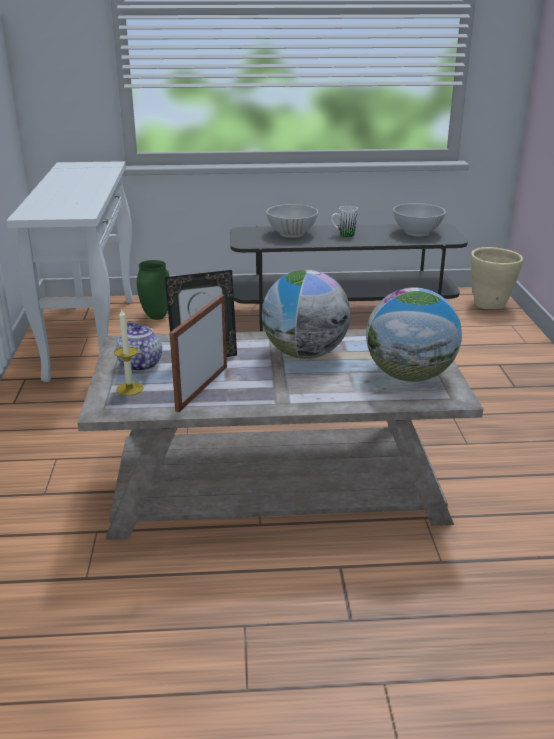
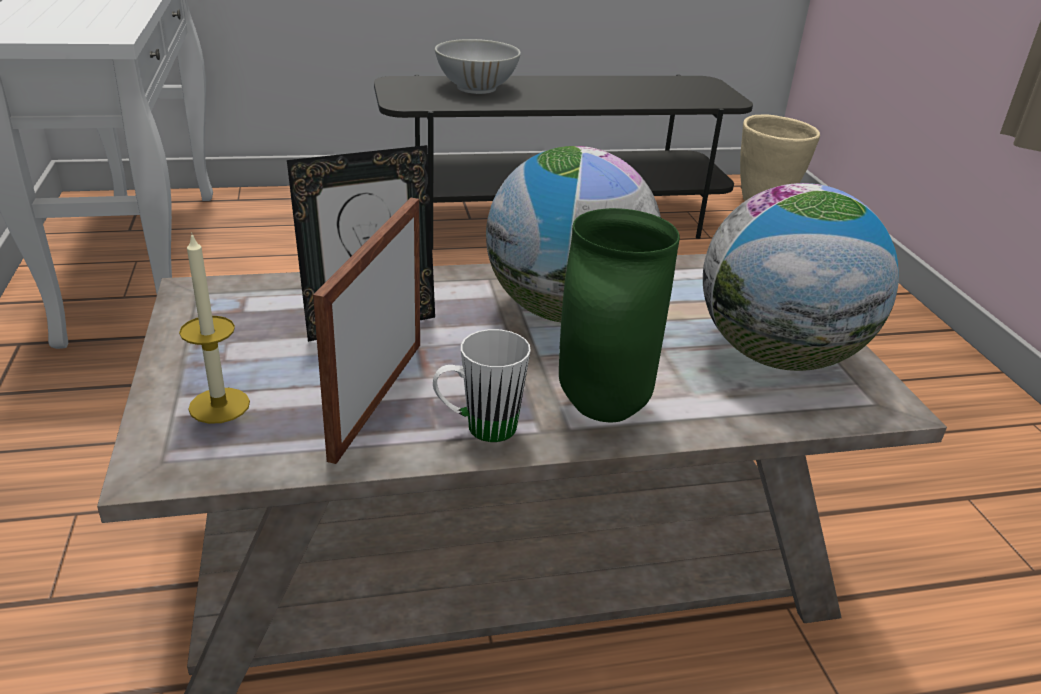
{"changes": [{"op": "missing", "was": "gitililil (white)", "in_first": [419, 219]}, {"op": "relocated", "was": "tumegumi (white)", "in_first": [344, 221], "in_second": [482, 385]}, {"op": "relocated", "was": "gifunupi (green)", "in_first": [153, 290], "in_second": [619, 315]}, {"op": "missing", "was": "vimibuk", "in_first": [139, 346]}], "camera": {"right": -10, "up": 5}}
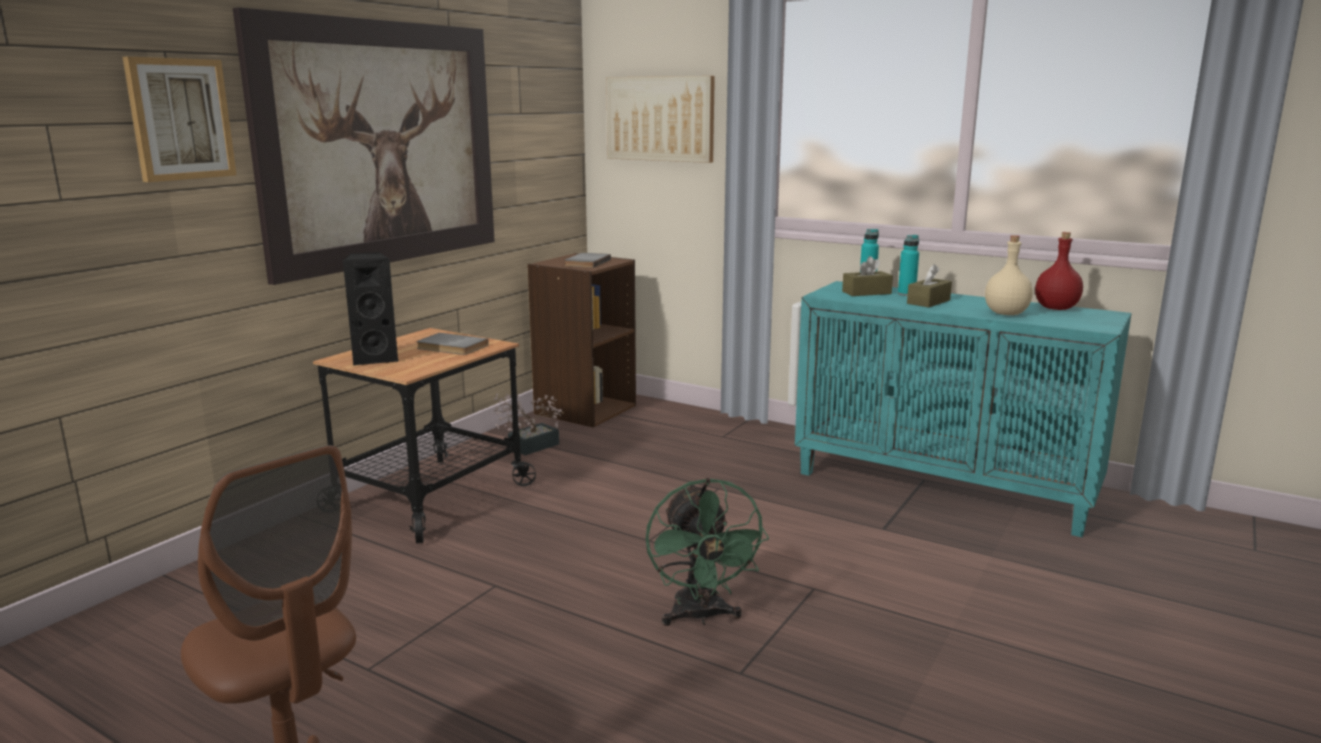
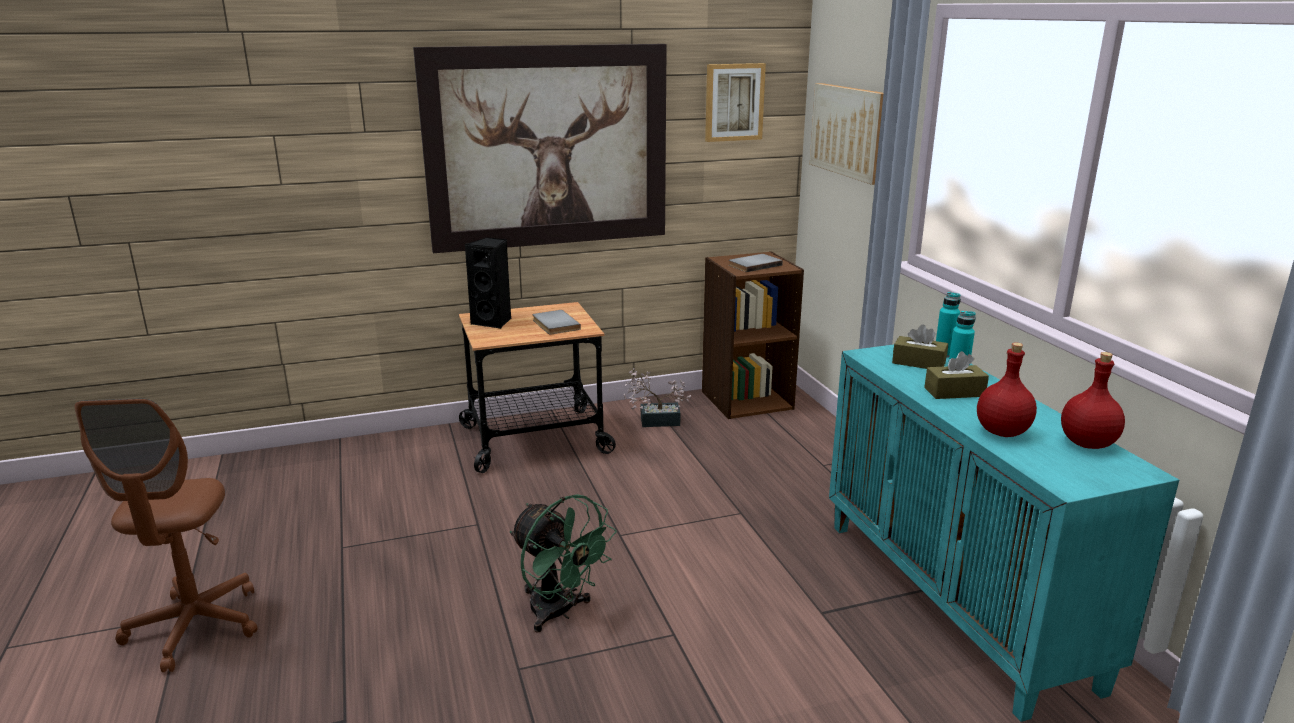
{"changes": [{"op": "relocated", "was": "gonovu", "in_first": [180, 119], "in_second": [735, 102]}, {"op": "colour", "was": "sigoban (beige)", "now": "sigoban (red)", "in_first": [1009, 275], "in_second": [1007, 389]}, {"op": "spun", "was": "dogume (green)", "in_first": [707, 552], "in_second": [563, 563], "clockwise": -75}], "camera": {"right": 40, "up": 5}}
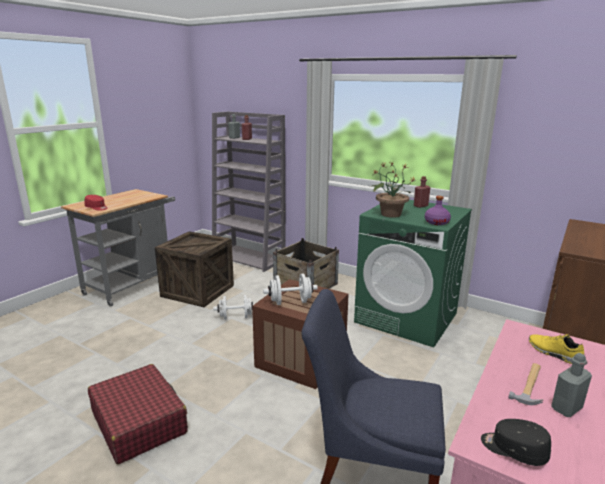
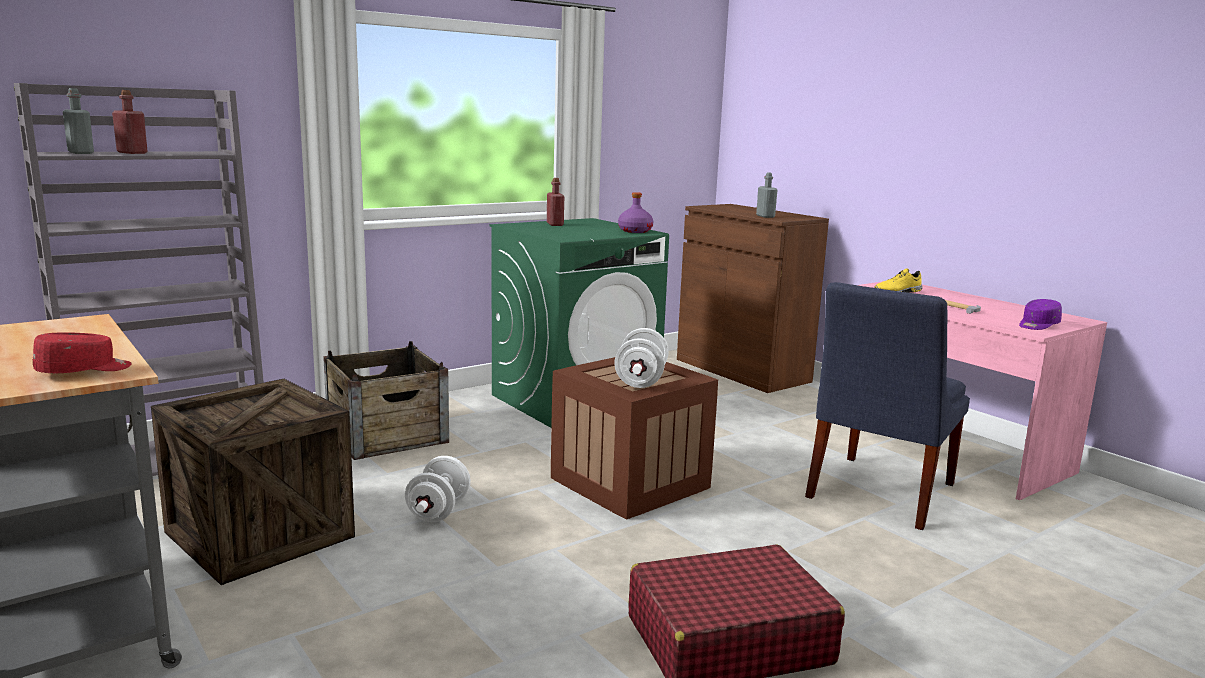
{"changes": [{"op": "missing", "was": "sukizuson", "in_first": [392, 190]}, {"op": "relocated", "was": "sigoban (grey)", "in_first": [571, 385], "in_second": [766, 195]}, {"op": "colour", "was": "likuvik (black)", "now": "likuvik (purple)", "in_first": [516, 442], "in_second": [1040, 314]}], "camera": {"right": -70, "up": -5}}
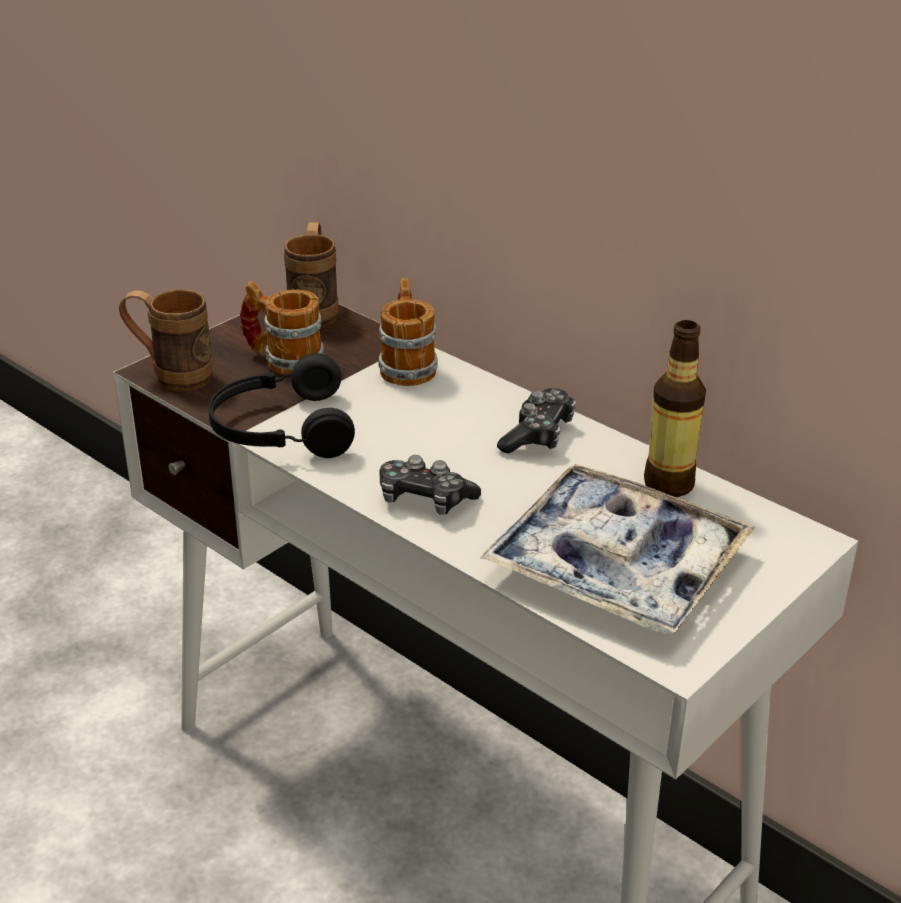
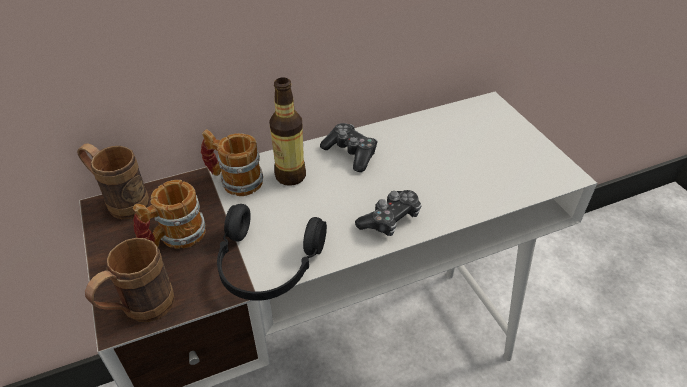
{"changes": [{"op": "relocated", "was": "sigoban", "in_first": [675, 408], "in_second": [287, 131]}, {"op": "missing", "was": "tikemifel", "in_first": [617, 549]}], "camera": {"right": -65, "up": 10}}
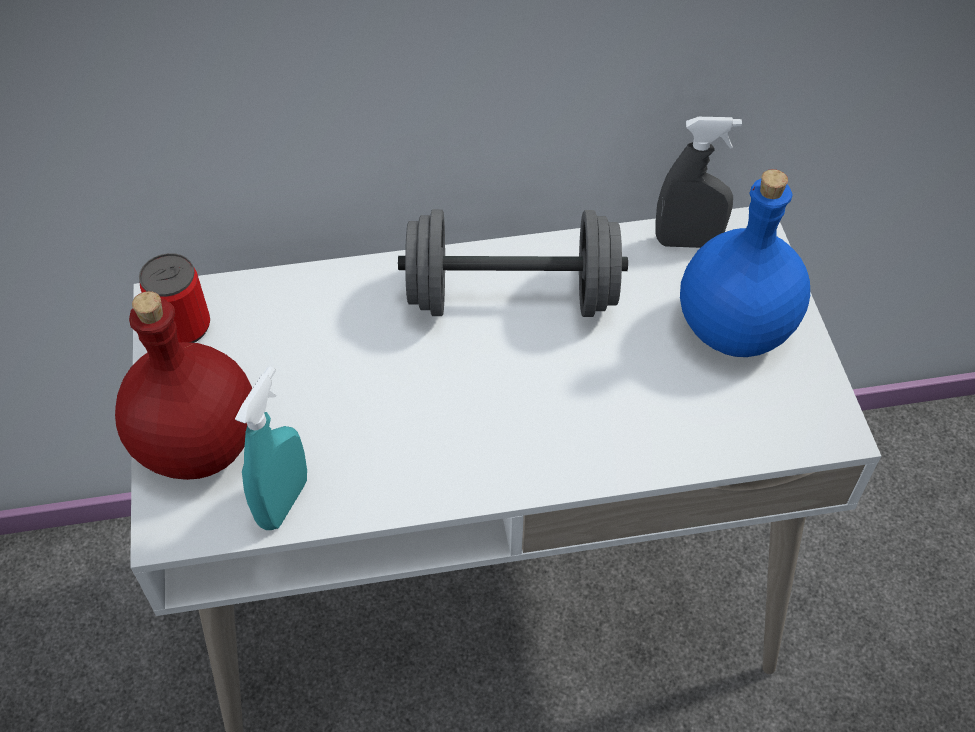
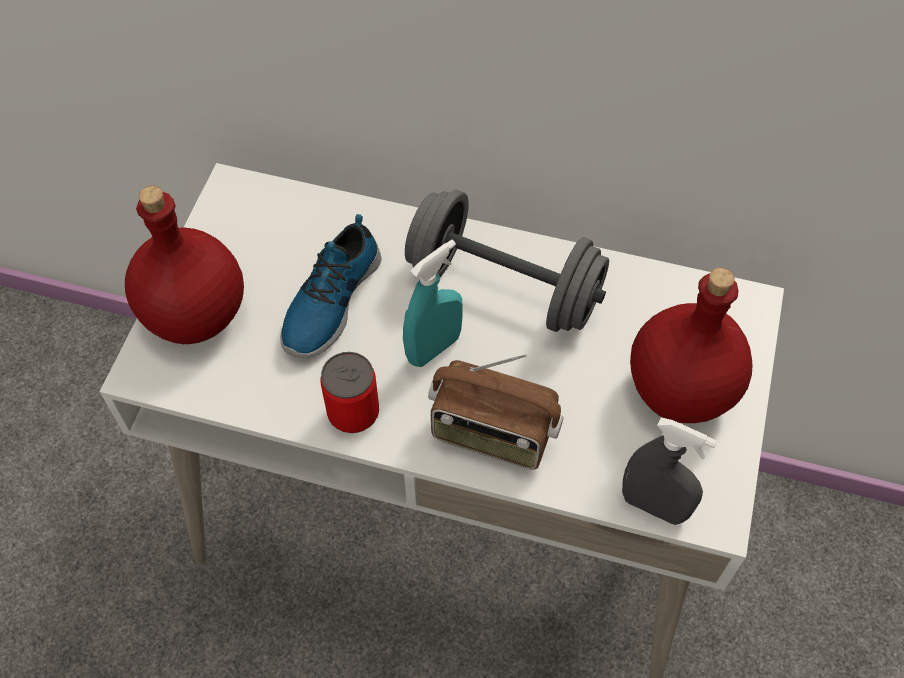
{"changes": [{"op": "relocated", "was": "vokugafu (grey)", "in_first": [698, 182], "in_second": [669, 471]}, {"op": "colour", "was": "sigoban (blue)", "now": "sigoban (red)", "in_first": [745, 263], "in_second": [691, 345]}, {"op": "relocated", "was": "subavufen", "in_first": [174, 298], "in_second": [350, 392]}, {"op": "relocated", "was": "vokugafu (turquoise)", "in_first": [271, 448], "in_second": [433, 303]}, {"op": "appeared", "now": "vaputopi", "in_second": [331, 286]}, {"op": "appeared", "now": "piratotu", "in_second": [495, 412]}], "camera": {"right": 25, "up": 5}}
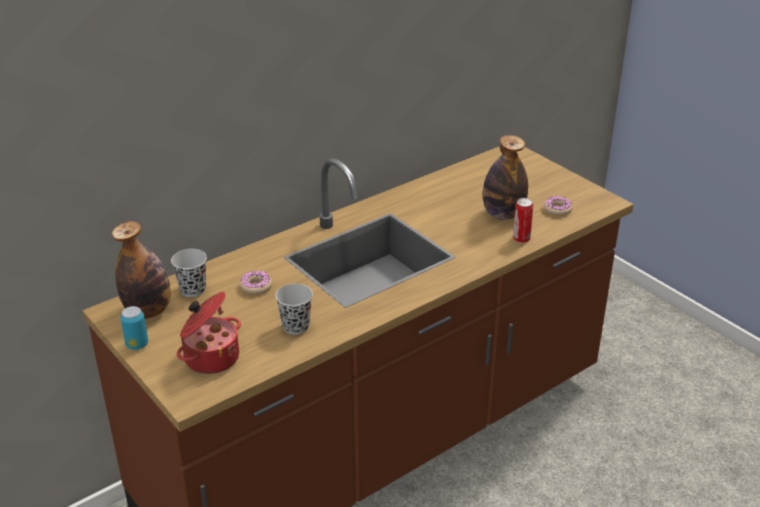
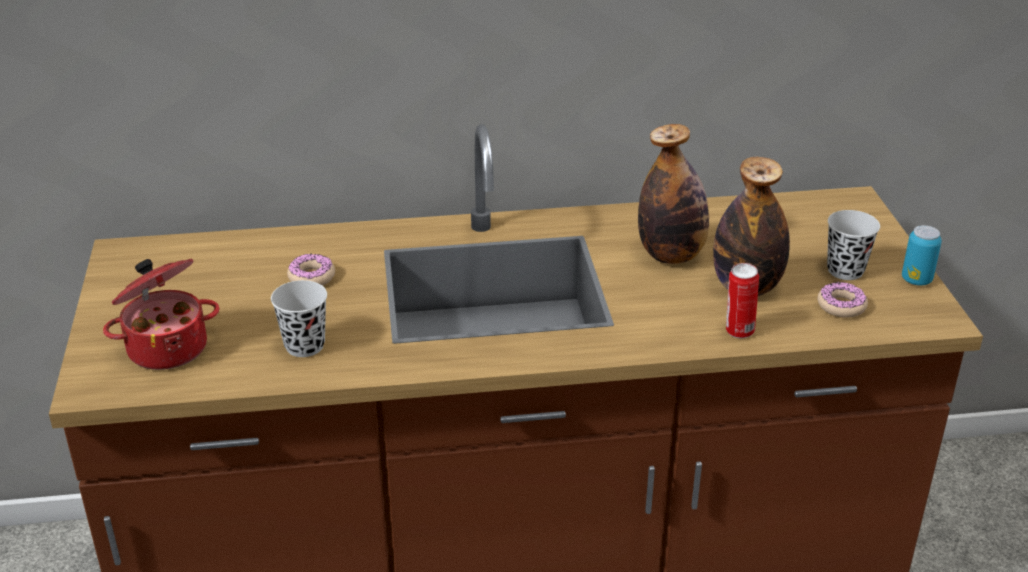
{"changes": [{"op": "relocated", "was": "sigoban", "in_first": [141, 270], "in_second": [673, 194]}, {"op": "relocated", "was": "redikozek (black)", "in_first": [189, 273], "in_second": [853, 245]}, {"op": "relocated", "was": "subavufen", "in_first": [134, 328], "in_second": [922, 255]}], "camera": {"right": 30, "up": 0}}
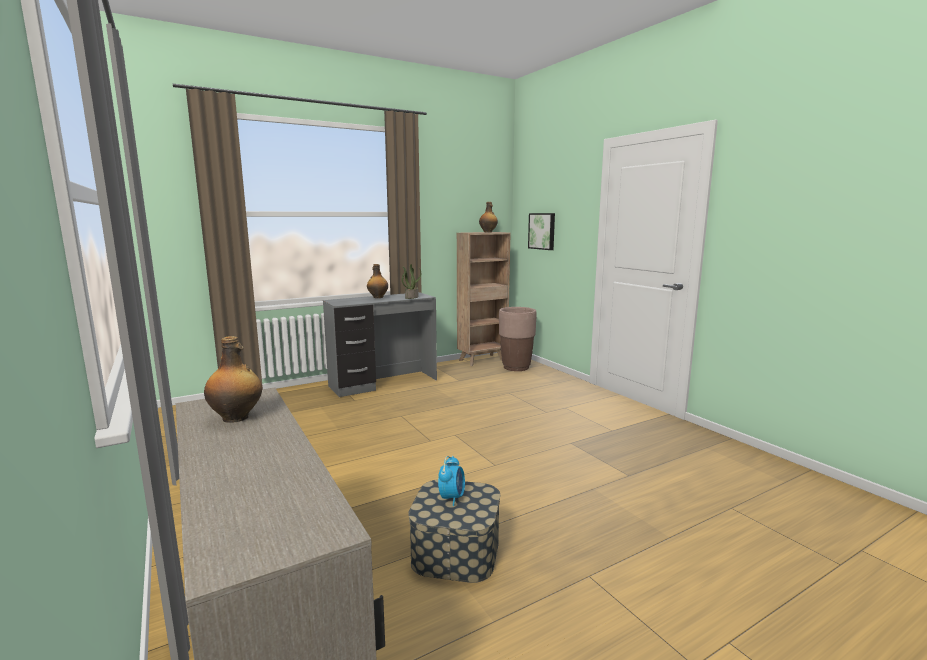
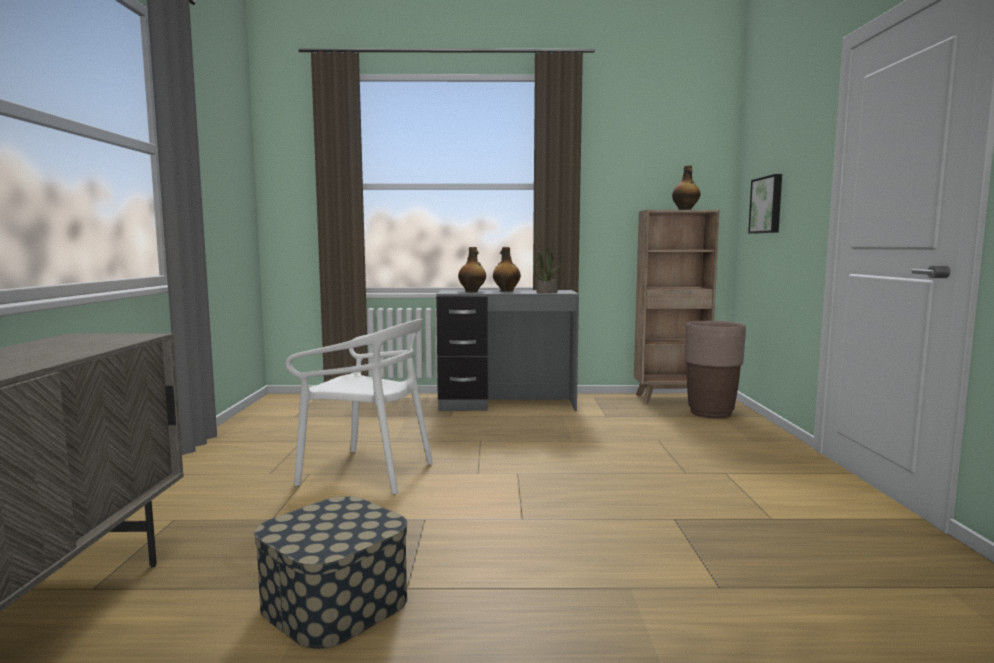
{"changes": [{"op": "relocated", "was": "sigoban", "in_first": [233, 379], "in_second": [472, 269]}, {"op": "missing", "was": "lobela", "in_first": [451, 481]}, {"op": "appeared", "now": "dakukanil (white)", "in_second": [359, 406]}], "camera": {"right": 30, "up": -5}}
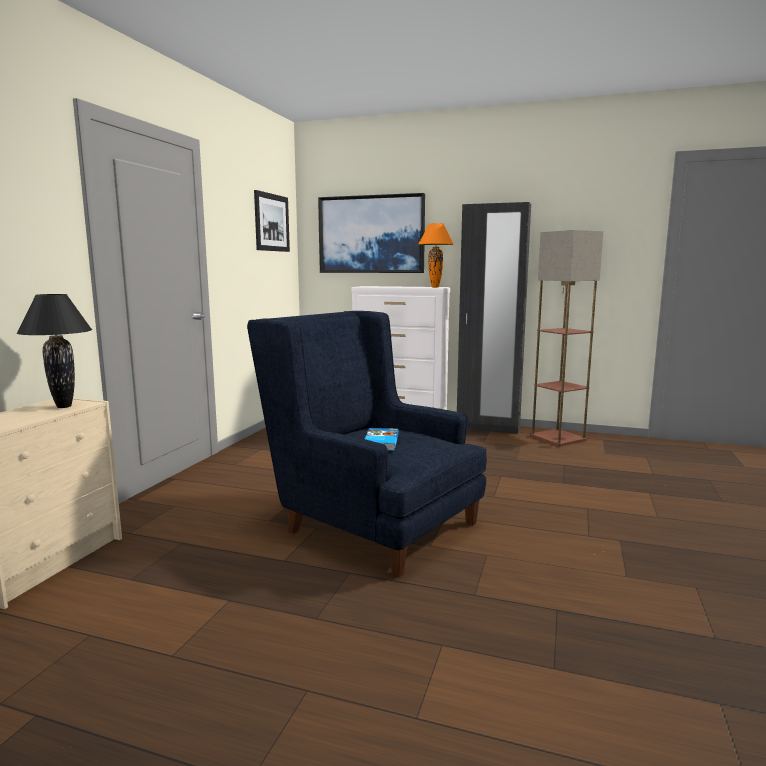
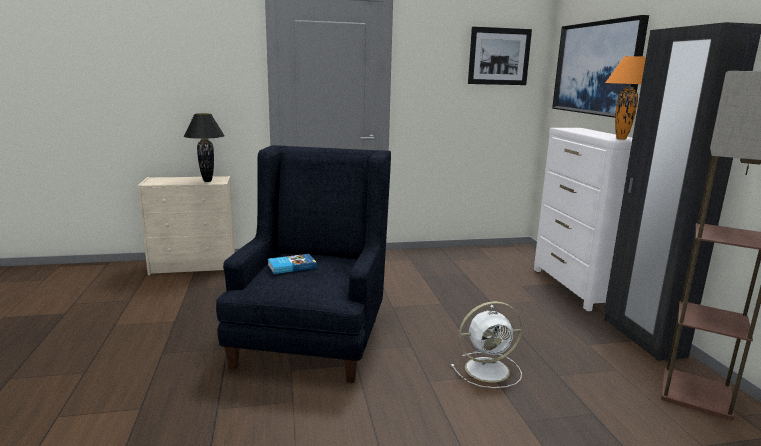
{"changes": [{"op": "appeared", "now": "dogume (white)", "in_second": [487, 344]}], "camera": {"right": 60, "up": 5}}
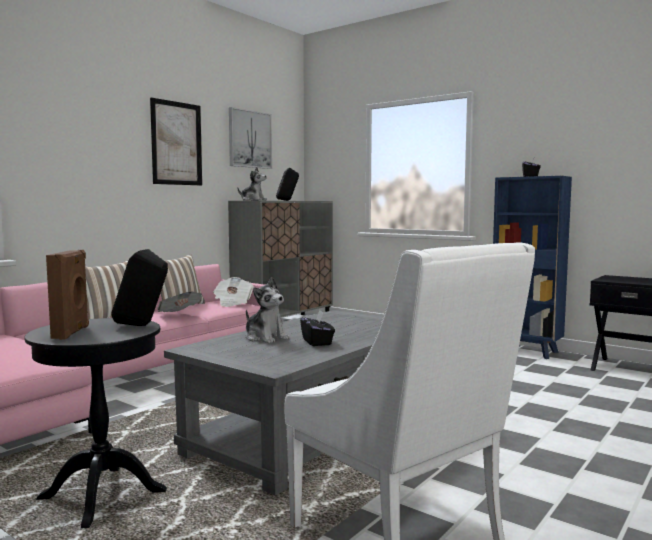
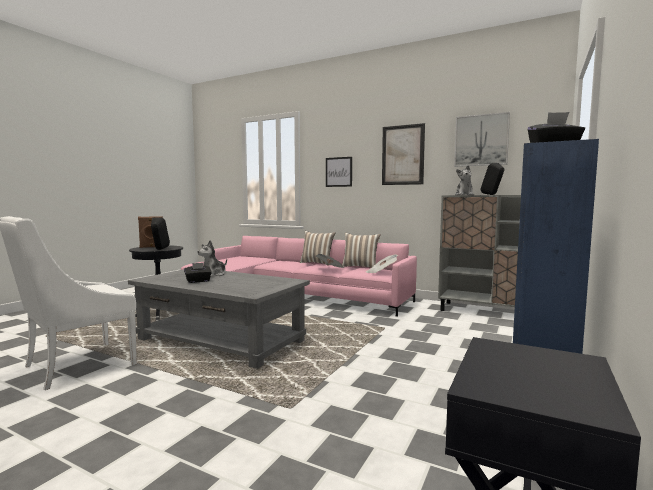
{"changes": [{"op": "appeared", "now": "gonovu", "in_second": [339, 172]}], "camera": {"right": 80, "up": 0}}
